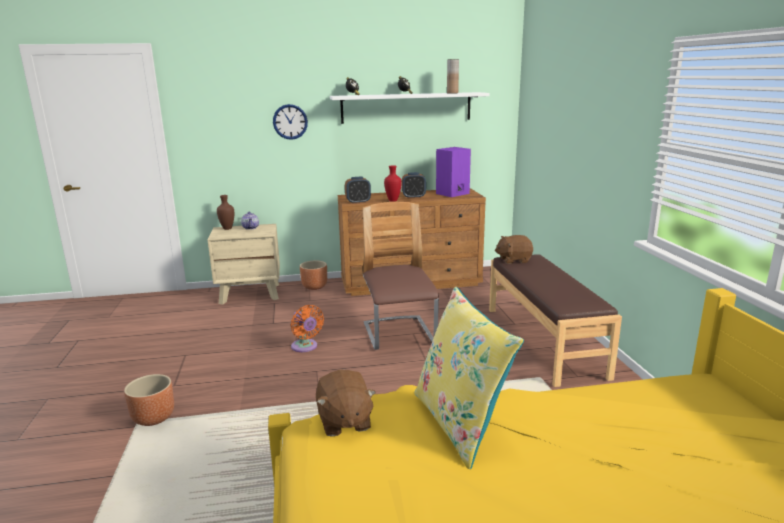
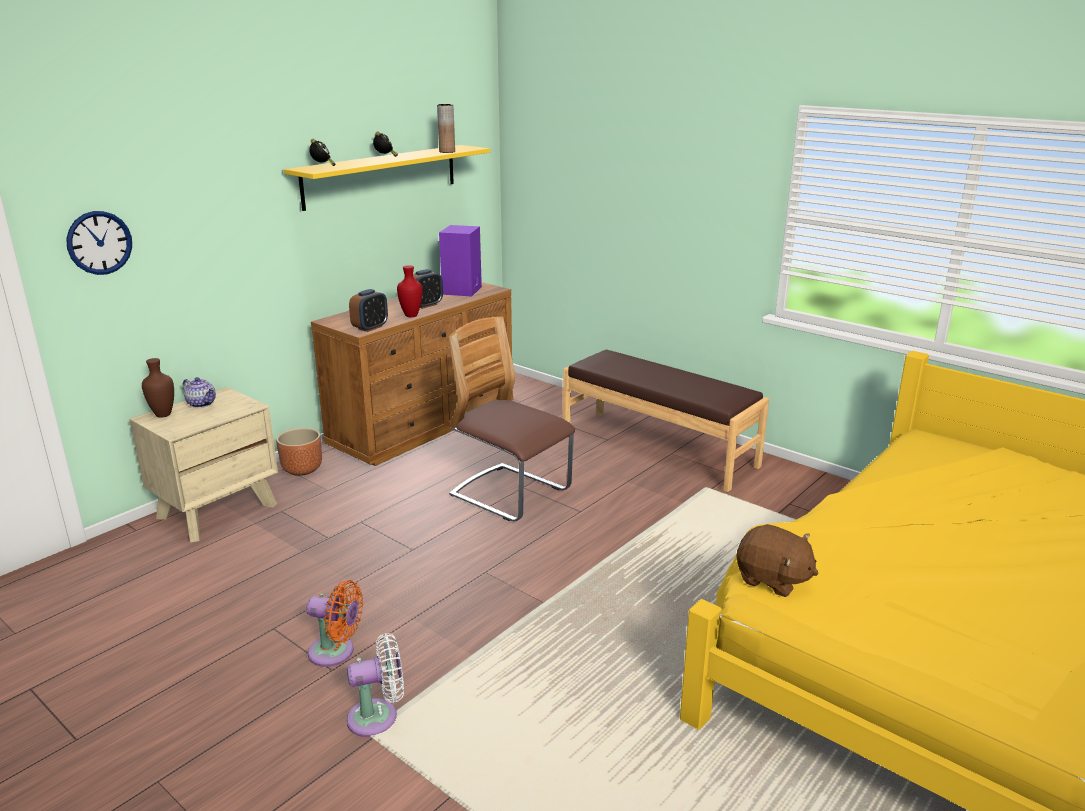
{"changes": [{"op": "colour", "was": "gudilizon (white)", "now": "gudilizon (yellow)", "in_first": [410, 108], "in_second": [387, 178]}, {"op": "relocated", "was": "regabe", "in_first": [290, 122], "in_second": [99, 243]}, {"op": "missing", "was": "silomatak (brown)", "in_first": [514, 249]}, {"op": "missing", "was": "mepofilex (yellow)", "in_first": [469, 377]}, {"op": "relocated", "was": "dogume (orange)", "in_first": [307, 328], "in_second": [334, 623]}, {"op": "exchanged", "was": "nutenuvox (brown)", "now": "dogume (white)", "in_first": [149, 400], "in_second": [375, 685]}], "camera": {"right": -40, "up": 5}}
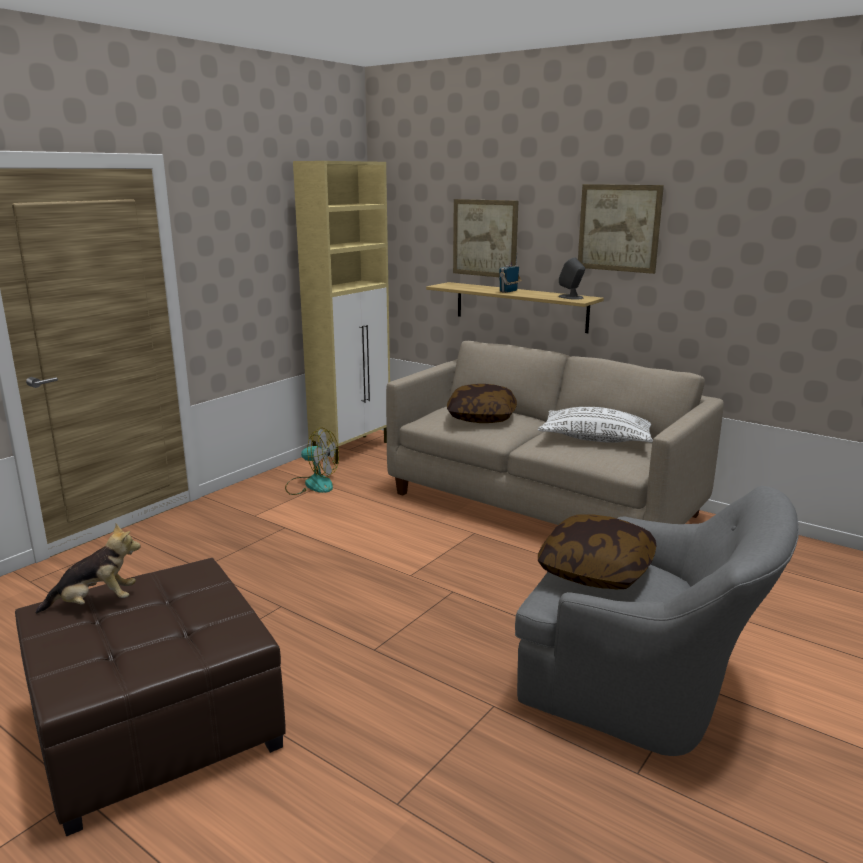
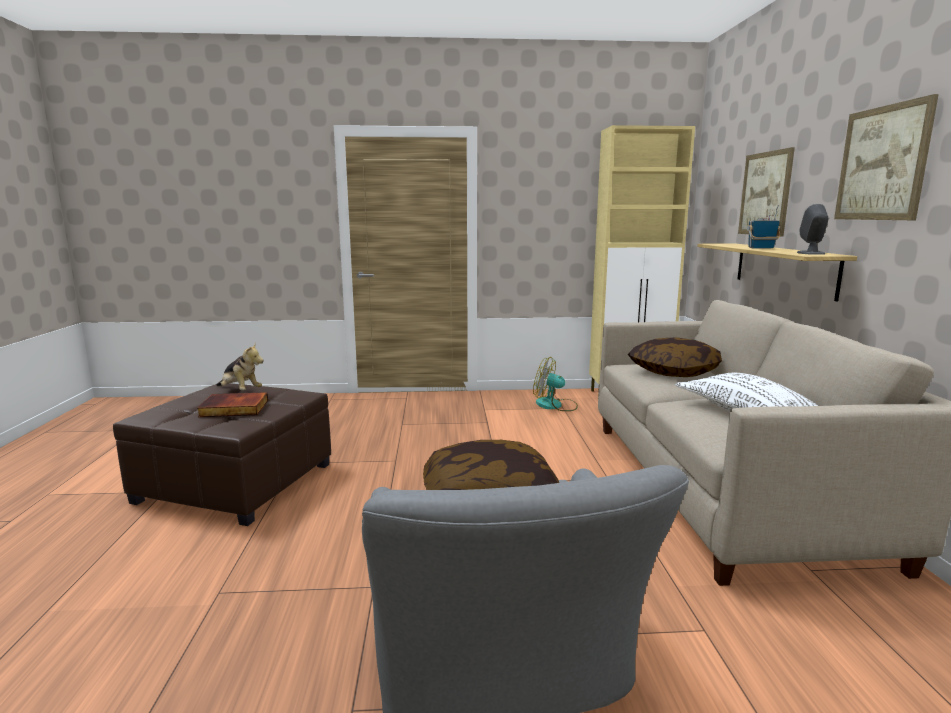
{"changes": [{"op": "spun", "was": "dogume", "in_first": [312, 461], "in_second": [555, 384], "clockwise": 135}, {"op": "appeared", "now": "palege", "in_second": [232, 404]}], "camera": {"right": 50, "up": -5}}
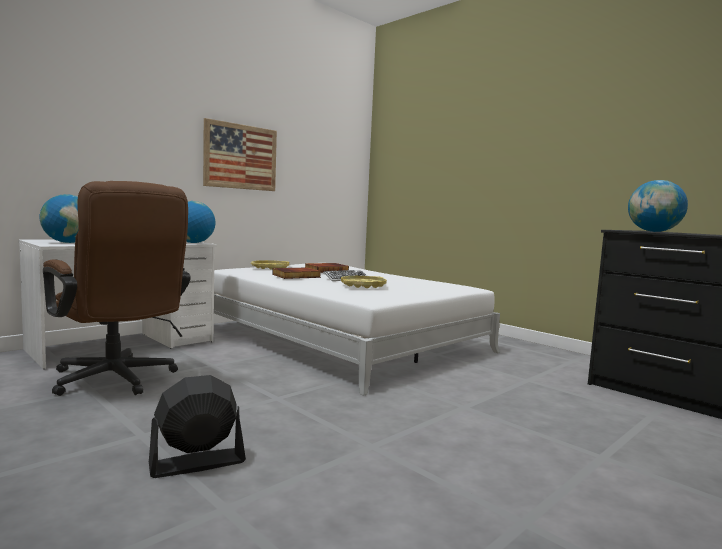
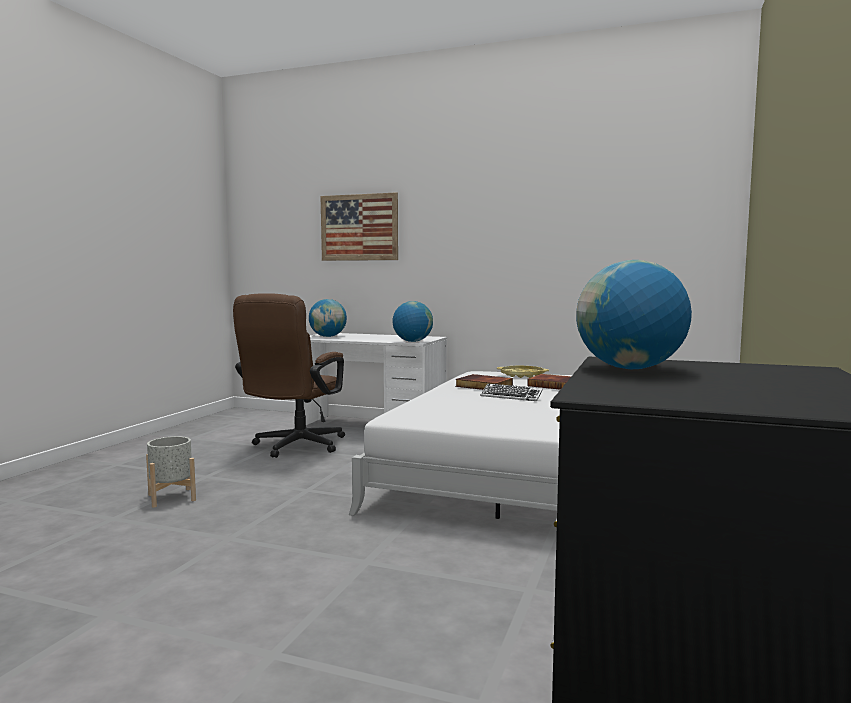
{"changes": [{"op": "relocated", "was": "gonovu", "in_first": [240, 154], "in_second": [359, 226]}, {"op": "missing", "was": "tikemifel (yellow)", "in_first": [364, 282]}, {"op": "exchanged", "was": "dogume (black)", "now": "nutenuvox (grey)", "in_first": [197, 426], "in_second": [171, 472]}], "camera": {"right": 65, "up": 0}}
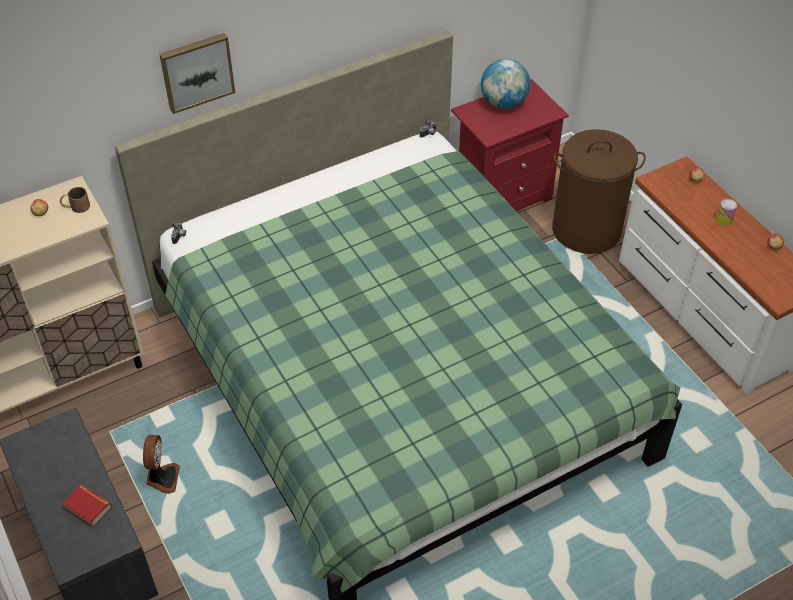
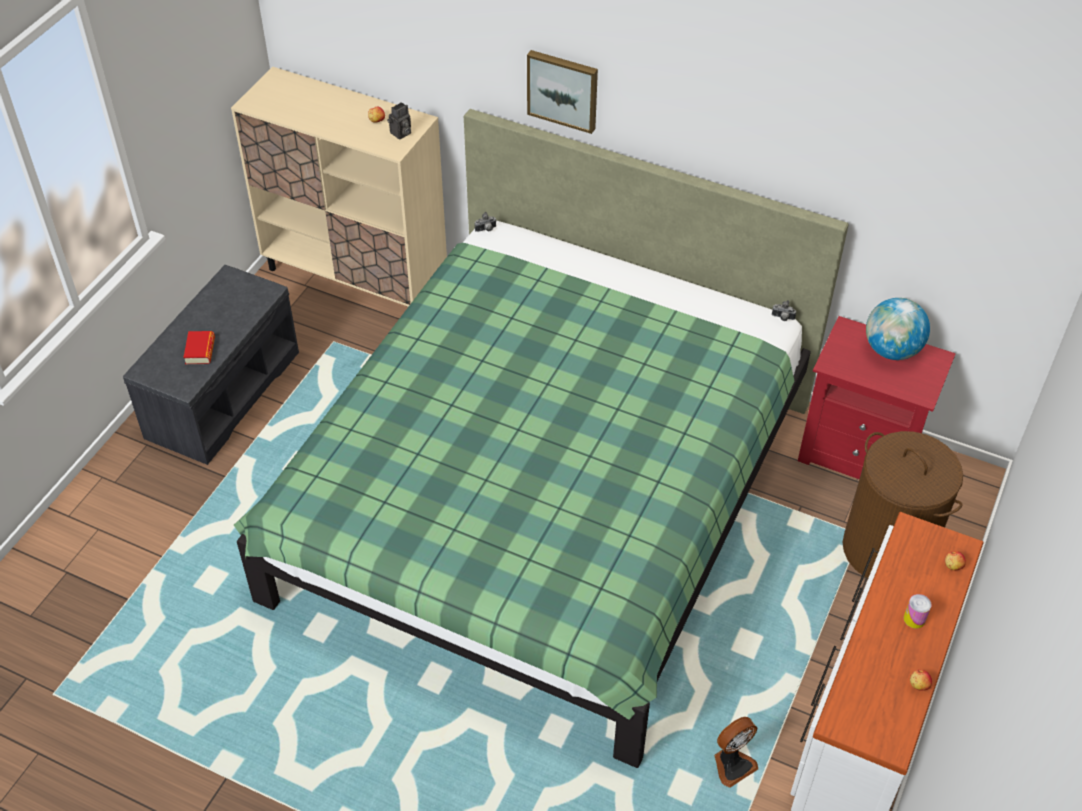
{"changes": [{"op": "exchanged", "was": "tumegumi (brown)", "now": "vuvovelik", "in_first": [75, 200], "in_second": [399, 121]}, {"op": "relocated", "was": "dogume", "in_first": [161, 464], "in_second": [736, 752]}], "camera": {"right": 55, "up": 0}}
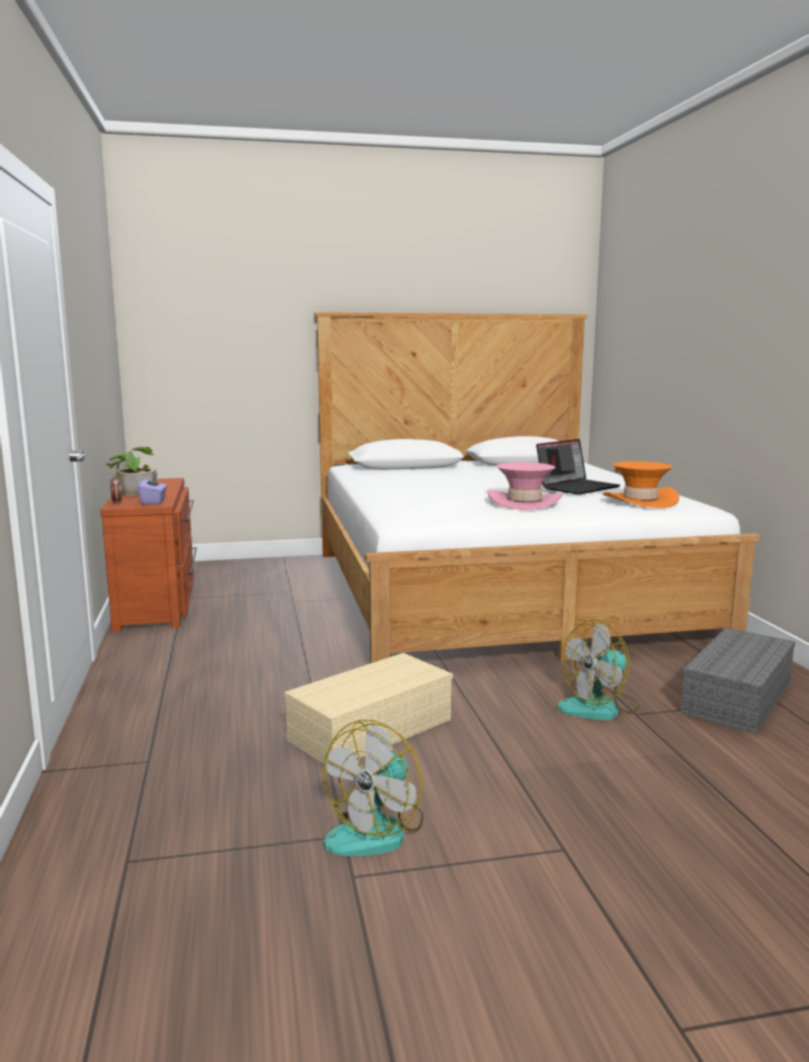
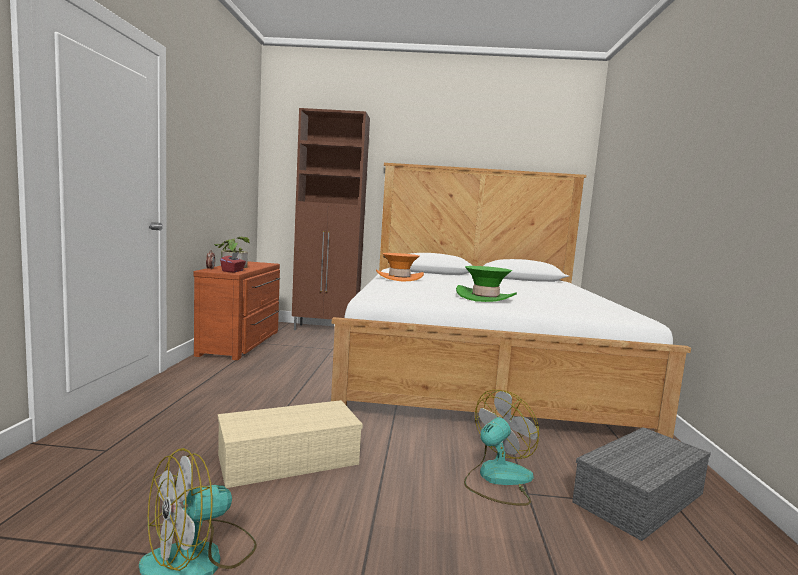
{"changes": [{"op": "missing", "was": "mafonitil", "in_first": [578, 467]}, {"op": "relocated", "was": "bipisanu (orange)", "in_first": [641, 484], "in_second": [400, 267]}, {"op": "colour", "was": "bipisanu (pink)", "now": "bipisanu (green)", "in_first": [525, 486], "in_second": [486, 284]}, {"op": "colour", "was": "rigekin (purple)", "now": "rigekin (red)", "in_first": [152, 488], "in_second": [233, 262]}, {"op": "spun", "was": "dogume", "in_first": [598, 669], "in_second": [501, 448], "clockwise": 150}, {"op": "appeared", "now": "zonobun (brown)", "in_second": [331, 219]}], "camera": {"right": 15, "up": -5}}
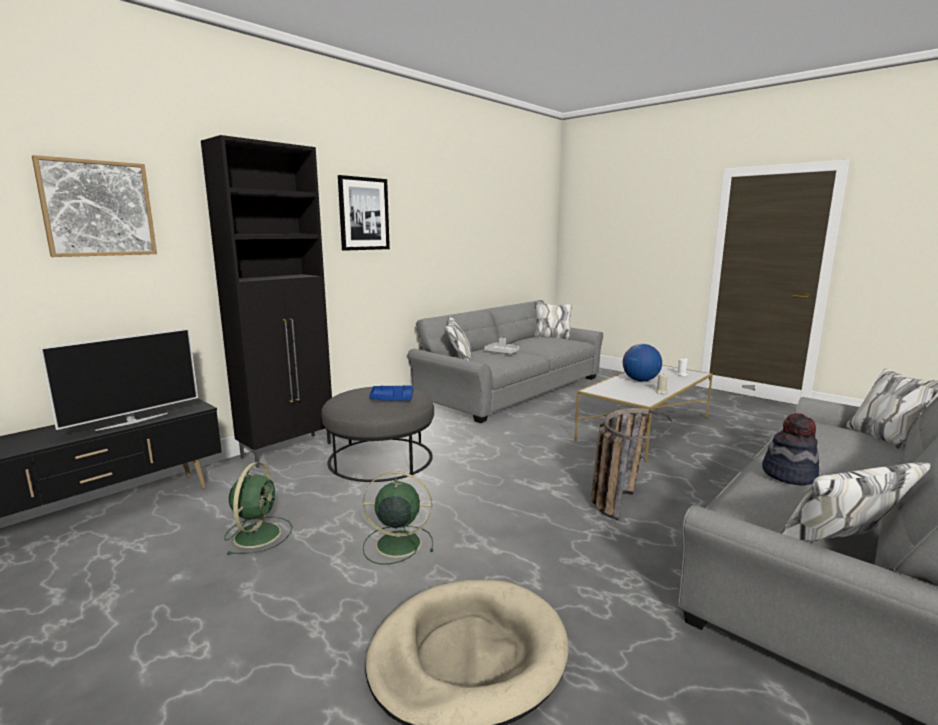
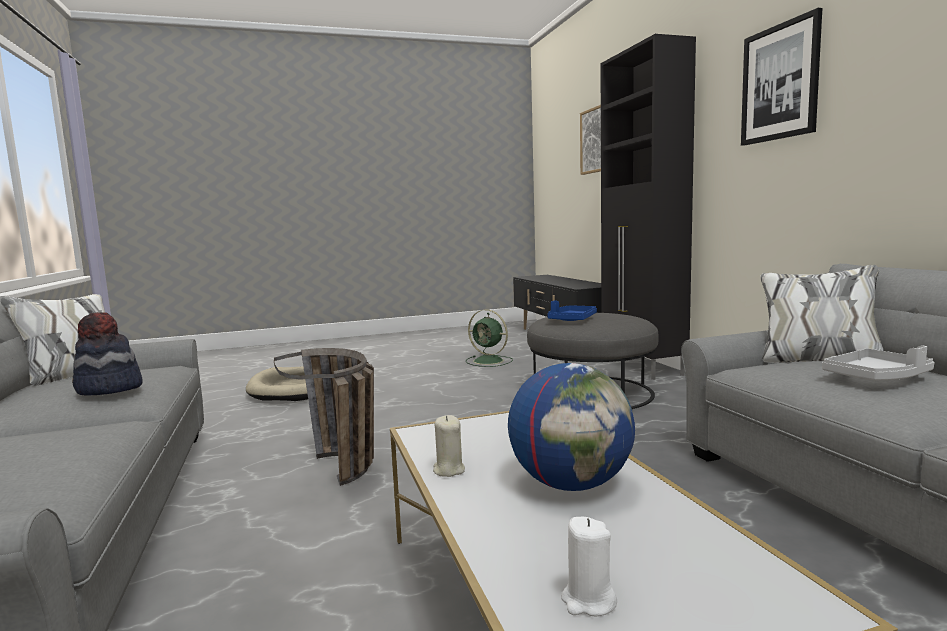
{"changes": [{"op": "missing", "was": "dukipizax", "in_first": [119, 379]}, {"op": "missing", "was": "dogume (green)", "in_first": [397, 518]}], "camera": {"right": 120, "up": -5}}
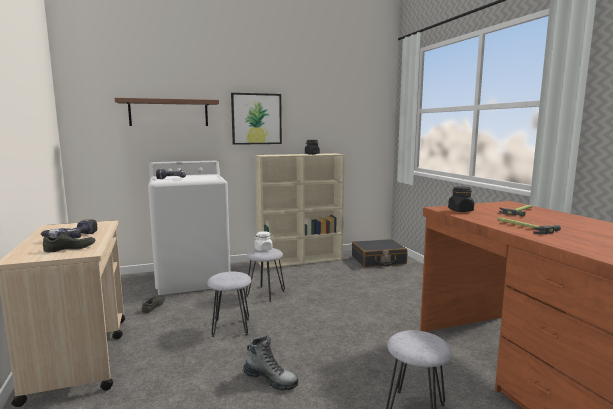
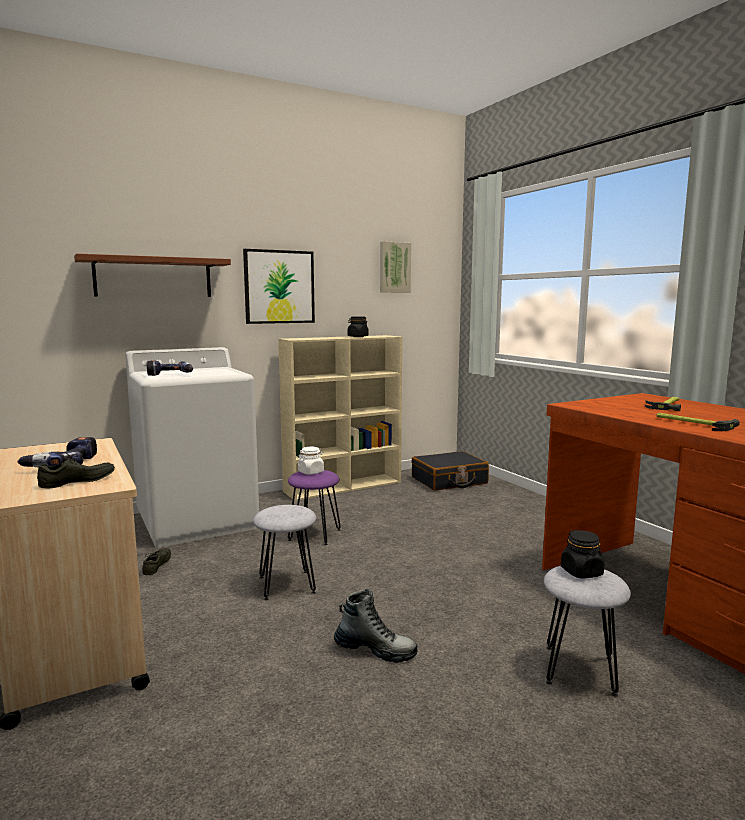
{"changes": [{"op": "relocated", "was": "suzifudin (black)", "in_first": [461, 199], "in_second": [583, 554]}, {"op": "colour", "was": "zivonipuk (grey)", "now": "zivonipuk (purple)", "in_first": [265, 275], "in_second": [314, 507]}, {"op": "appeared", "now": "gonovu", "in_second": [395, 267]}], "camera": {"right": -10, "up": 0}}
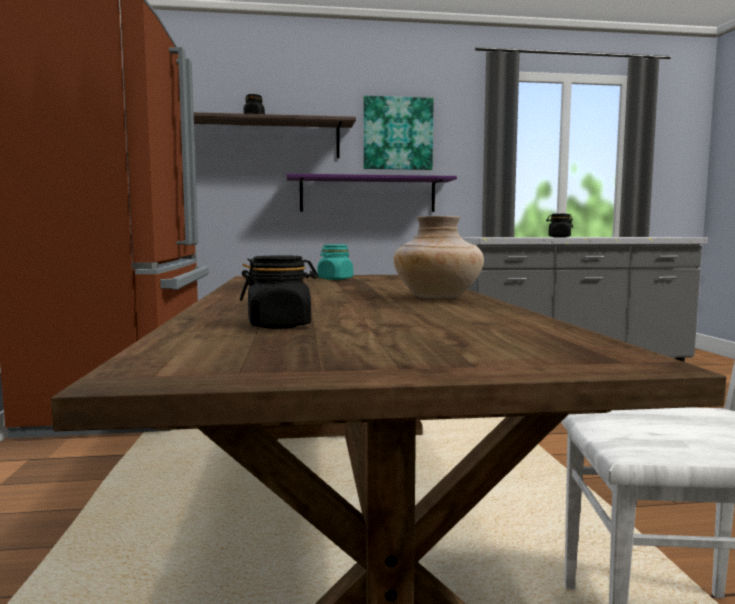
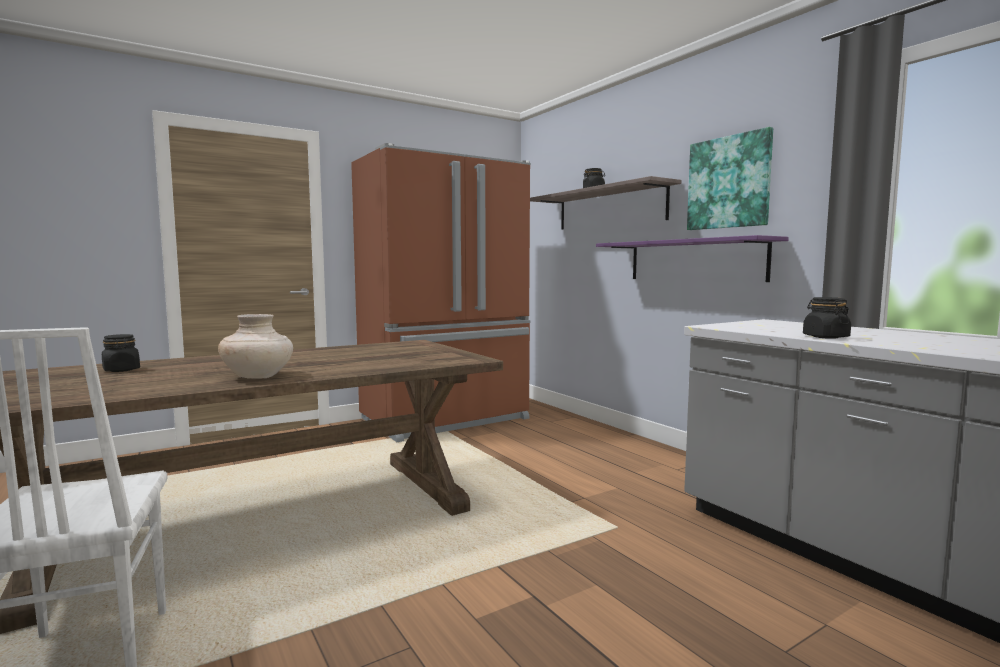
{"changes": [{"op": "missing", "was": "suzifudin (turquoise)", "in_first": [335, 262]}], "camera": {"right": 65, "up": 0}}
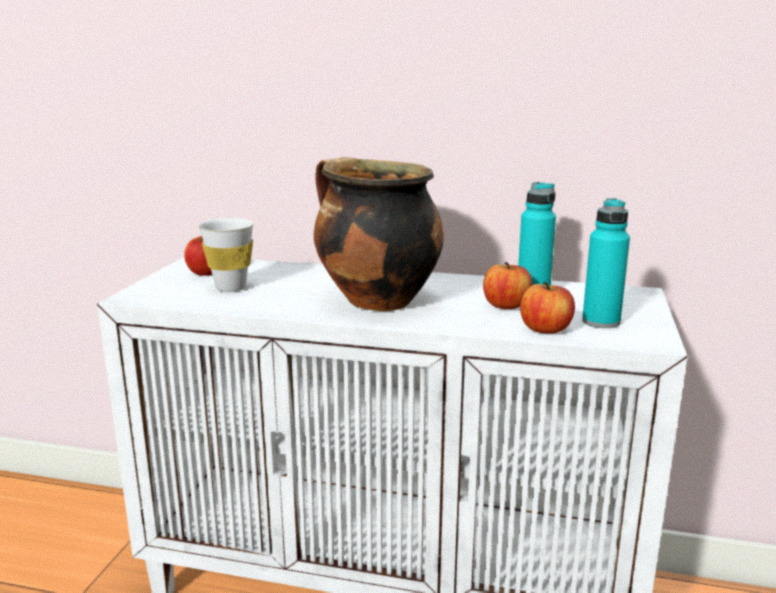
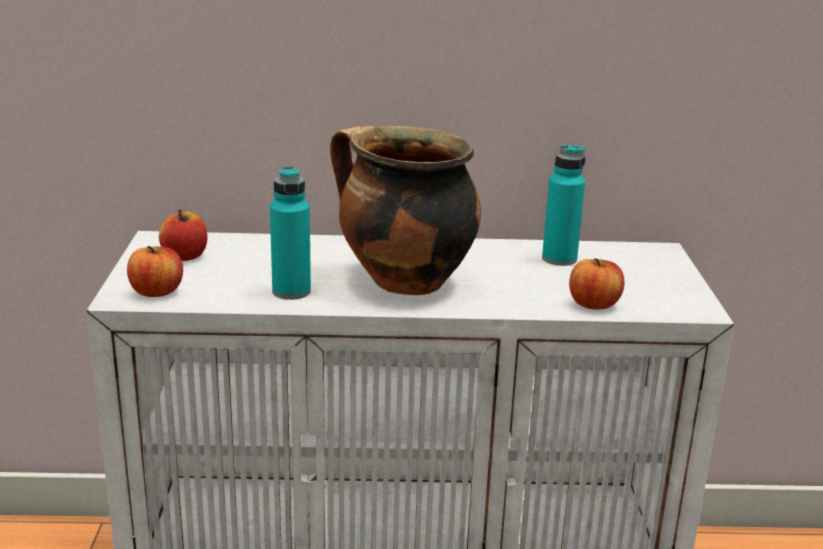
{"changes": [{"op": "relocated", "was": "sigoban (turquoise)", "in_first": [606, 263], "in_second": [290, 233]}, {"op": "missing", "was": "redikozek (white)", "in_first": [226, 255]}, {"op": "relocated", "was": "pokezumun", "in_first": [508, 285], "in_second": [155, 271]}], "camera": {"right": -15, "up": 5}}
